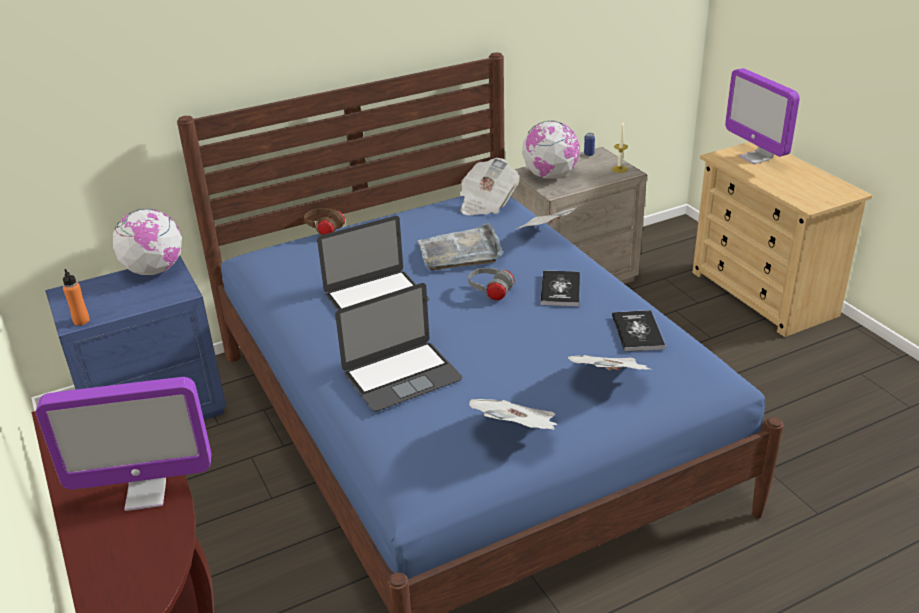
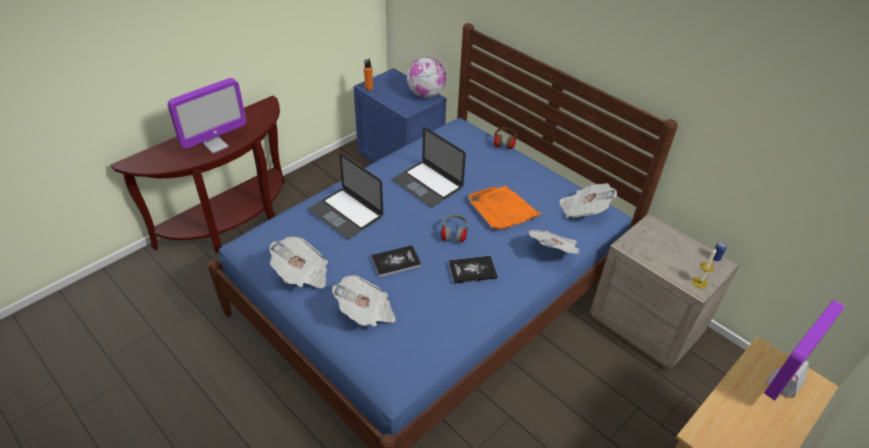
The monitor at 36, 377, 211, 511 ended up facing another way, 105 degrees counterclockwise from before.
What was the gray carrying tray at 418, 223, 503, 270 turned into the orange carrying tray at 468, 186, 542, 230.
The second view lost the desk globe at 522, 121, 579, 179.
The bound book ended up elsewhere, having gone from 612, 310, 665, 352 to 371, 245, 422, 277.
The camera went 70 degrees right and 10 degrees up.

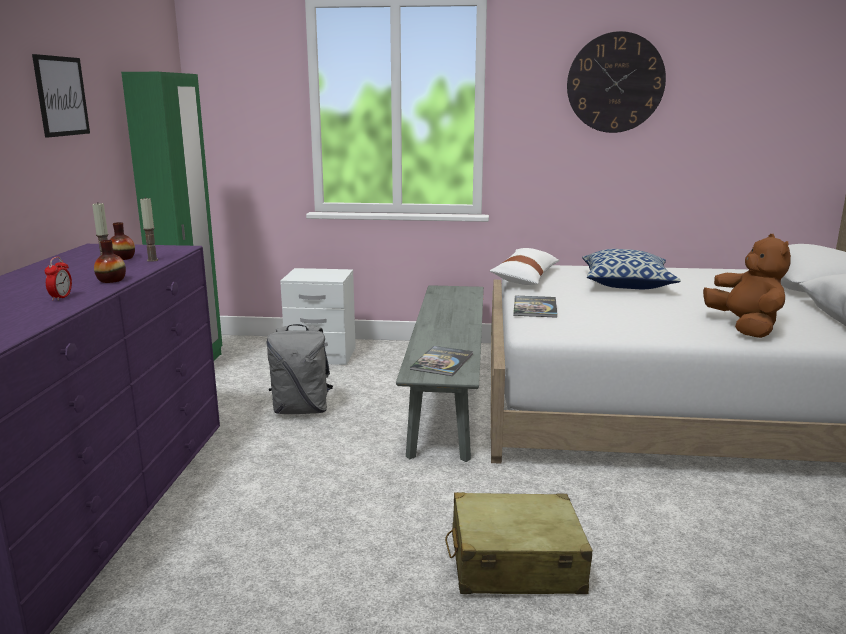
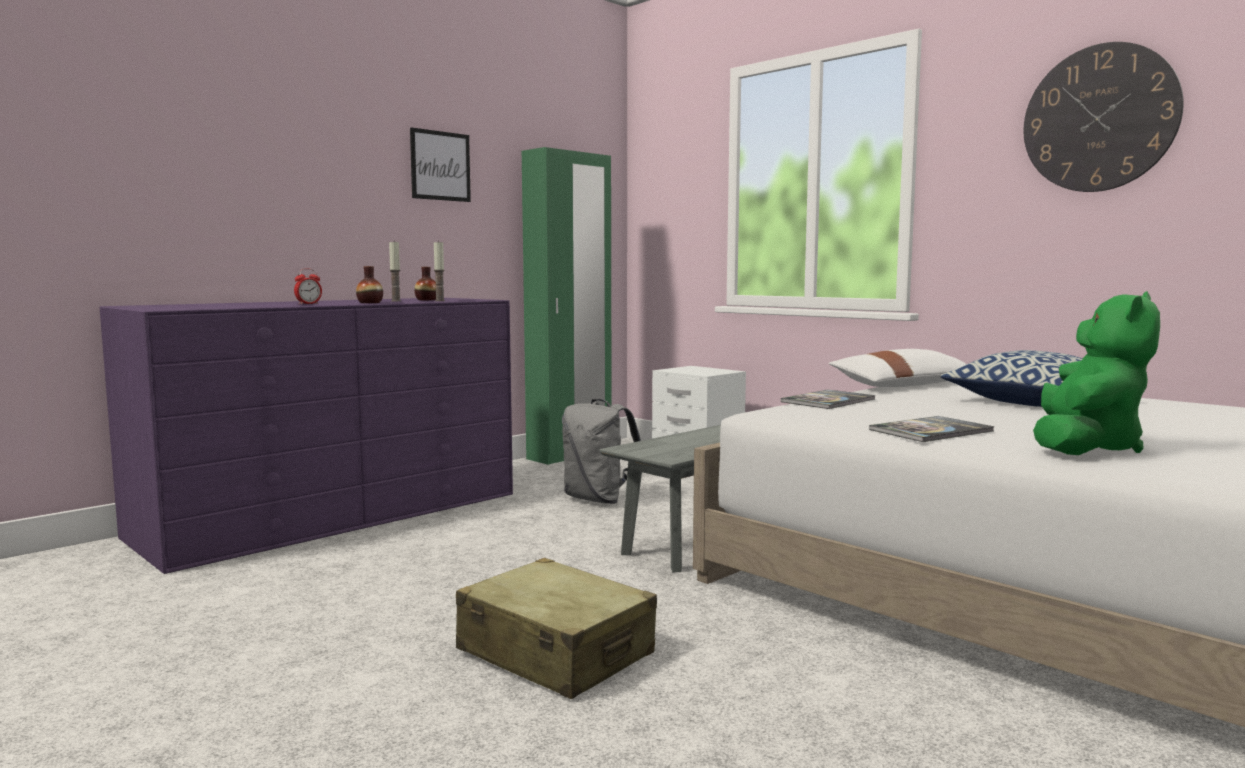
The bound book ended up elsewhere, having gone from 410, 346, 473, 376 to 869, 416, 995, 442.
What was the brownish soft toy at 703, 234, 791, 338 turned into the green-coloured soft toy at 1033, 292, 1160, 455.
The camera went 40 degrees right and 10 degrees down.

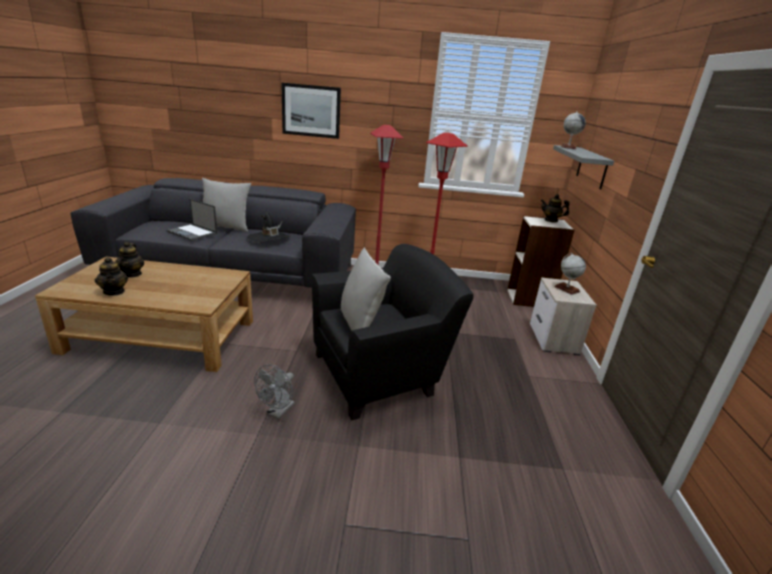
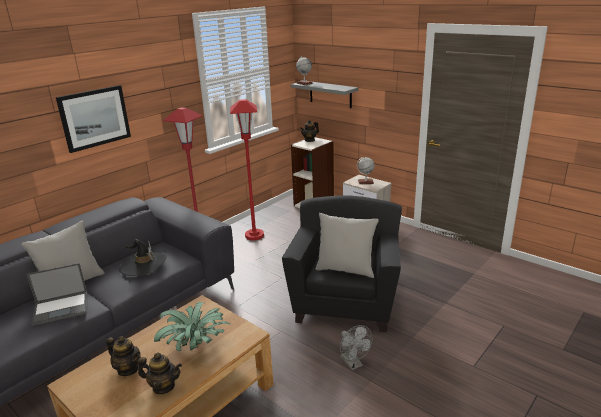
The second view gained the potted plant at 154, 302, 231, 351.
The camera went 50 degrees left and 0 degrees up.

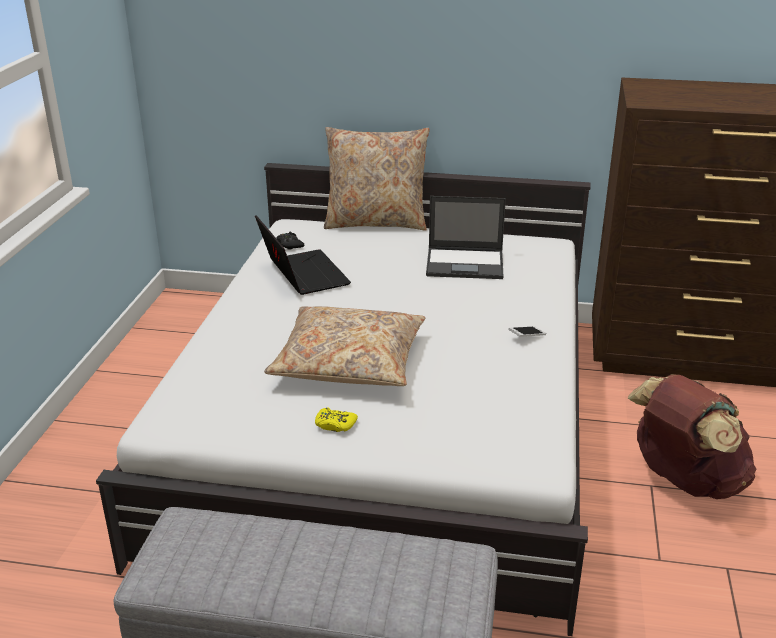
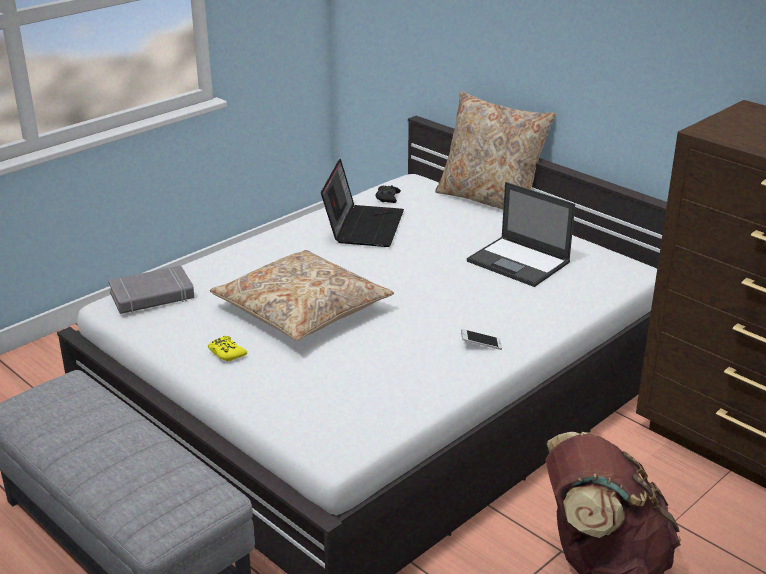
The second view gained the gray bound book at 108, 265, 195, 314.
The camera went 35 degrees right and 0 degrees up.

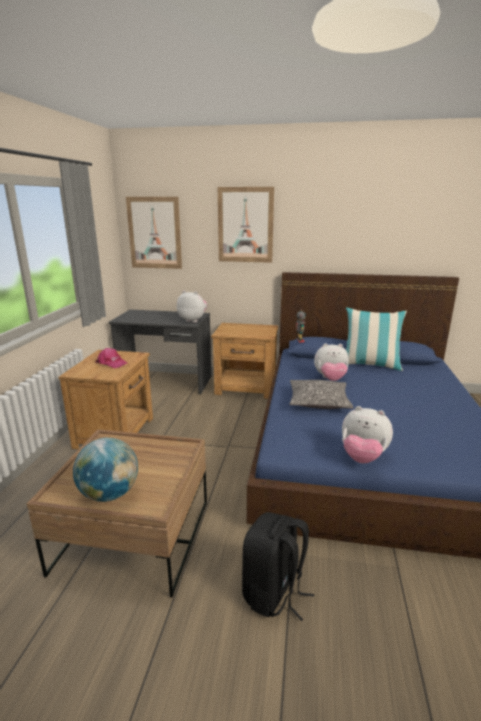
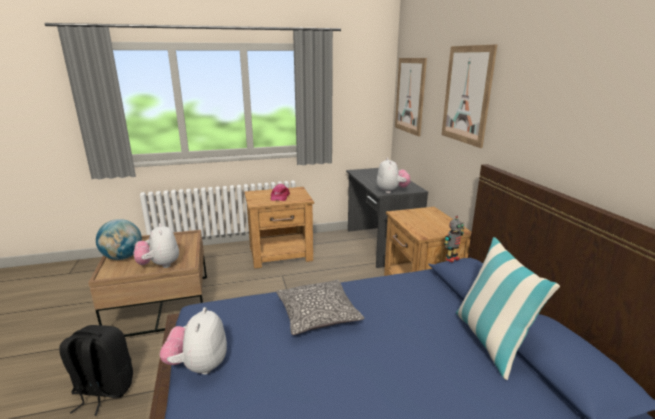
The soft toy ended up elsewhere, having gone from 314, 343, 349, 381 to 134, 223, 179, 268.
The camera went 65 degrees right and 0 degrees up.

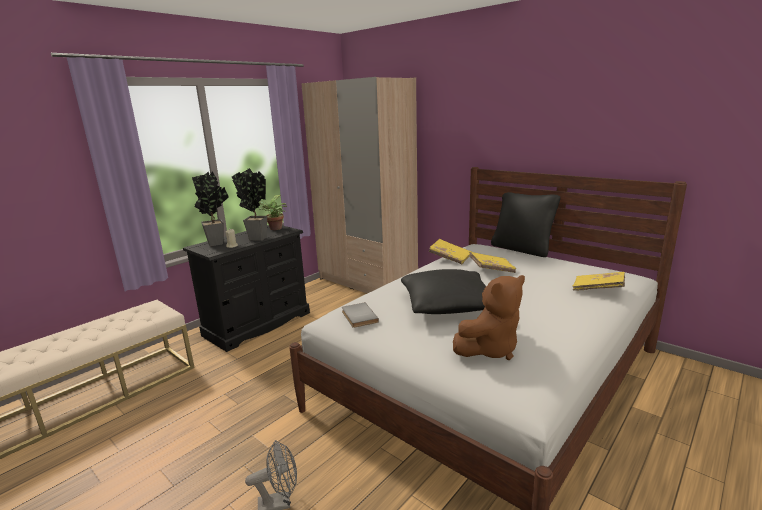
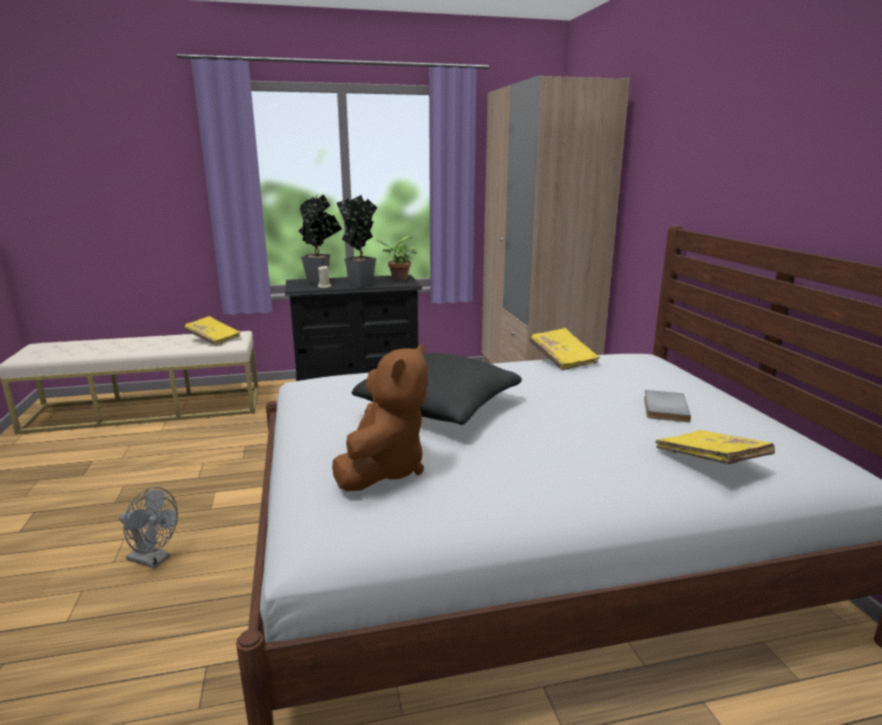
The gray bound book ended up elsewhere, having gone from 342, 302, 379, 328 to 644, 390, 691, 422.
The brownish soft toy at 453, 275, 525, 360 ended up facing another way, 75 degrees counterclockwise from before.
The yellowish bound book ended up elsewhere, having gone from 469, 252, 516, 273 to 184, 316, 241, 345.
The second view lost the black pillow at 491, 192, 560, 257.
The camera went 35 degrees right and 0 degrees up.

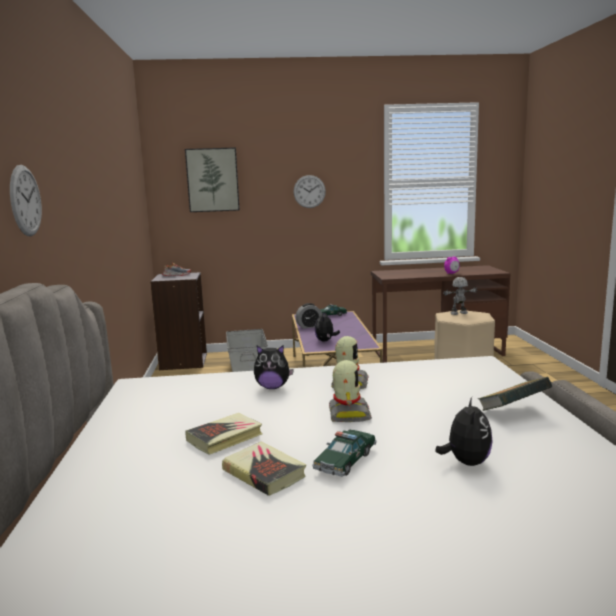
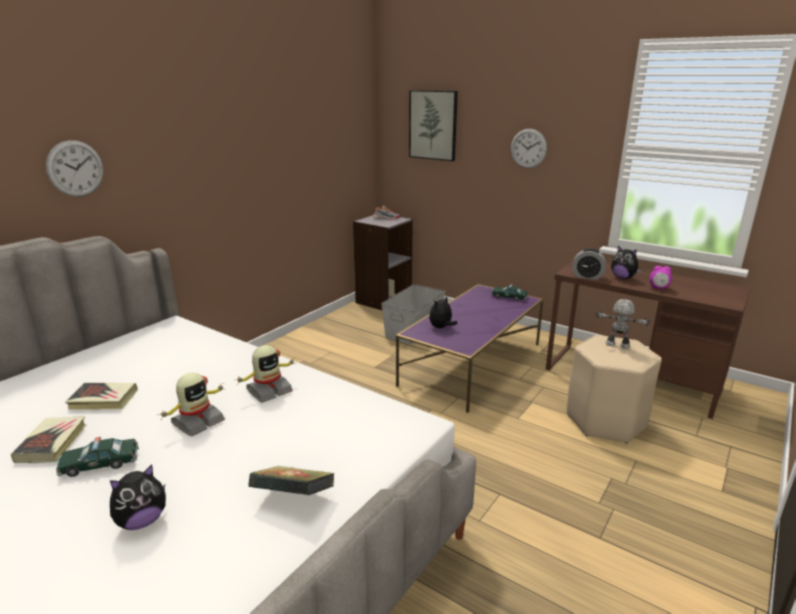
The soft toy ended up elsewhere, having gone from 254, 345, 294, 389 to 611, 246, 642, 279.
The bedside clock ended up elsewhere, having gone from 296, 303, 322, 329 to 572, 248, 606, 280.
The camera went 40 degrees right and 10 degrees up.

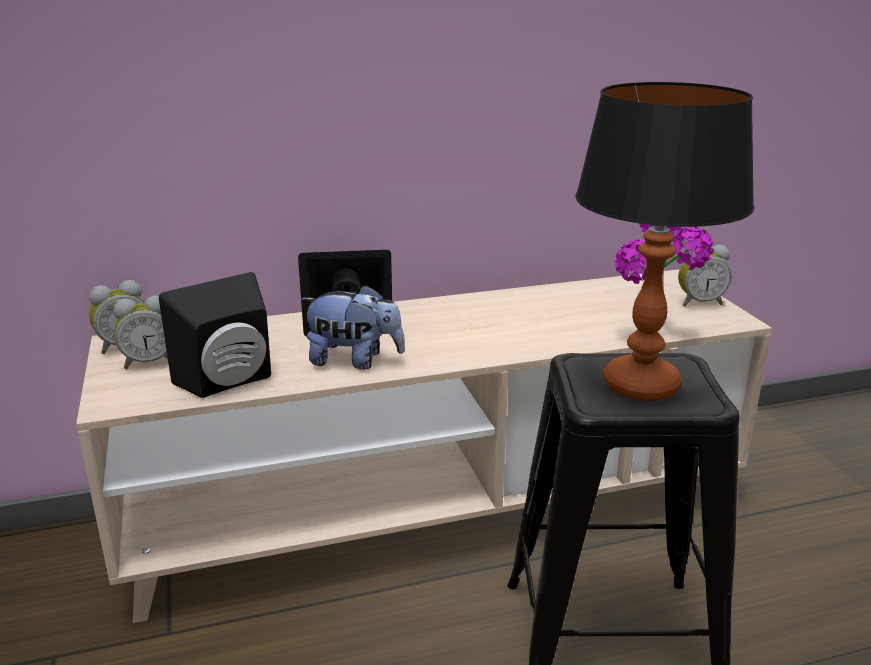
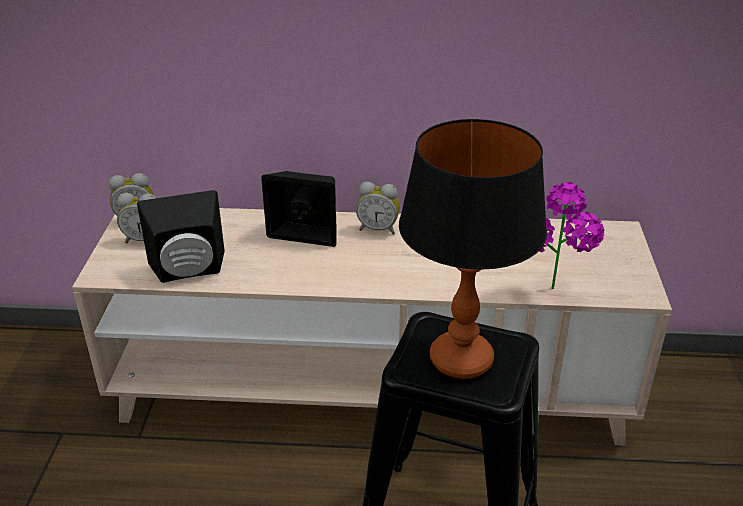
The second view lost the soft toy at 301, 284, 405, 370.
The bedside clock ended up elsewhere, having gone from 678, 245, 732, 307 to 356, 182, 400, 235.
The camera went 20 degrees right and 10 degrees up.

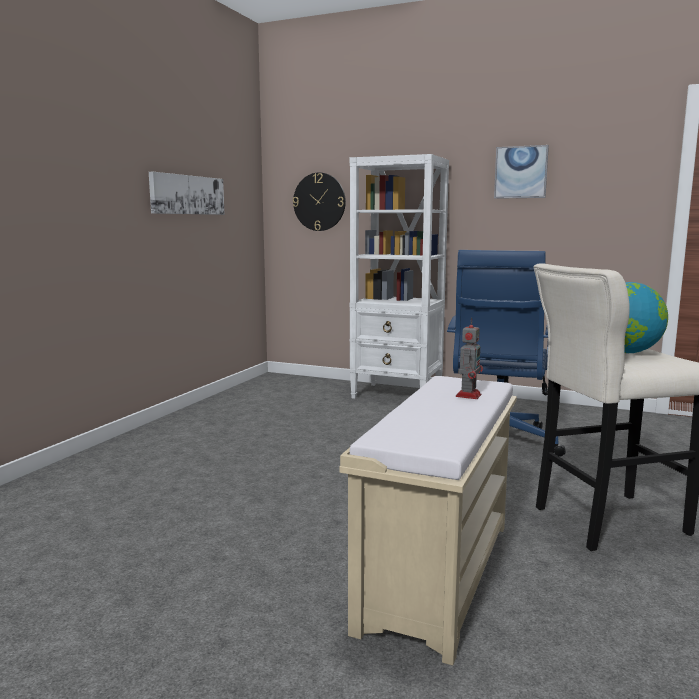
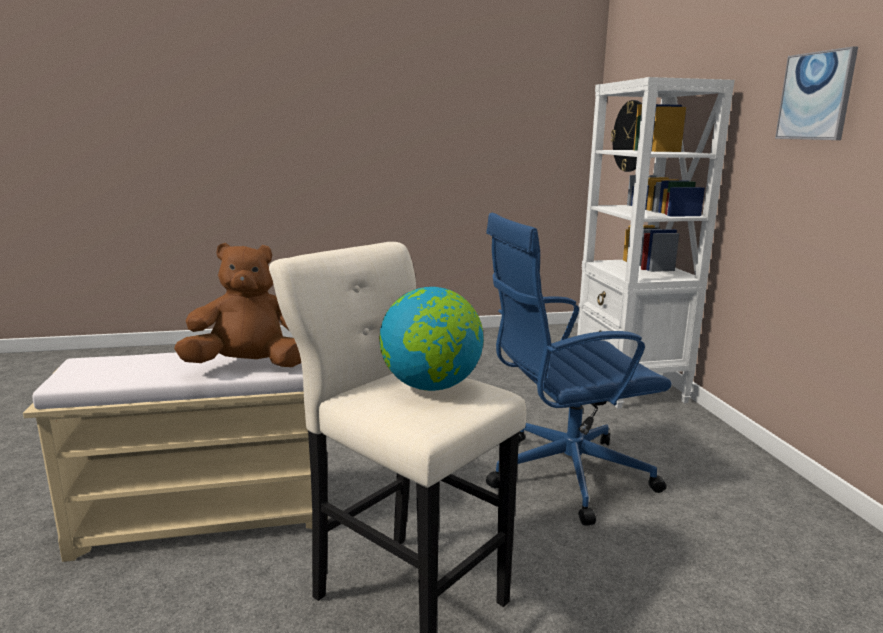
The second view lost the wall picture at 149, 172, 225, 215.
Where the robot figure stood at 456, 318, 483, 399, the brownish soft toy came to stand at 174, 243, 301, 367.
The camera went 55 degrees right and 5 degrees up.

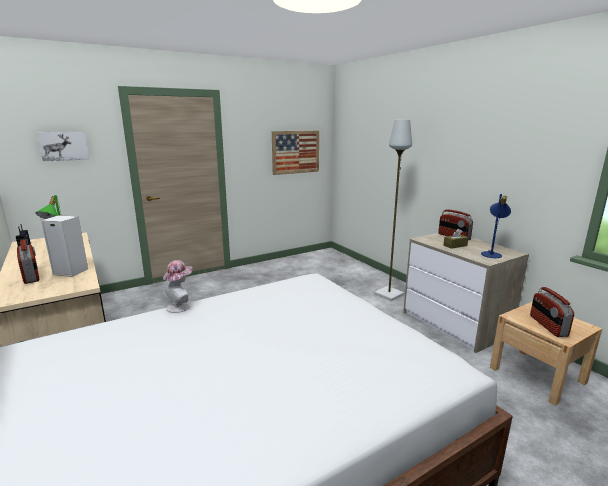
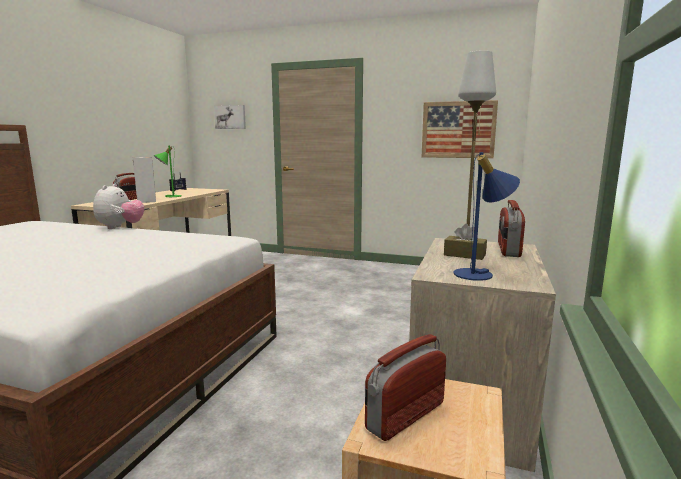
Where the clothing hat stood at 163, 260, 192, 313, the soft toy came to stand at 93, 184, 144, 229.
The camera went 50 degrees right and 5 degrees down.

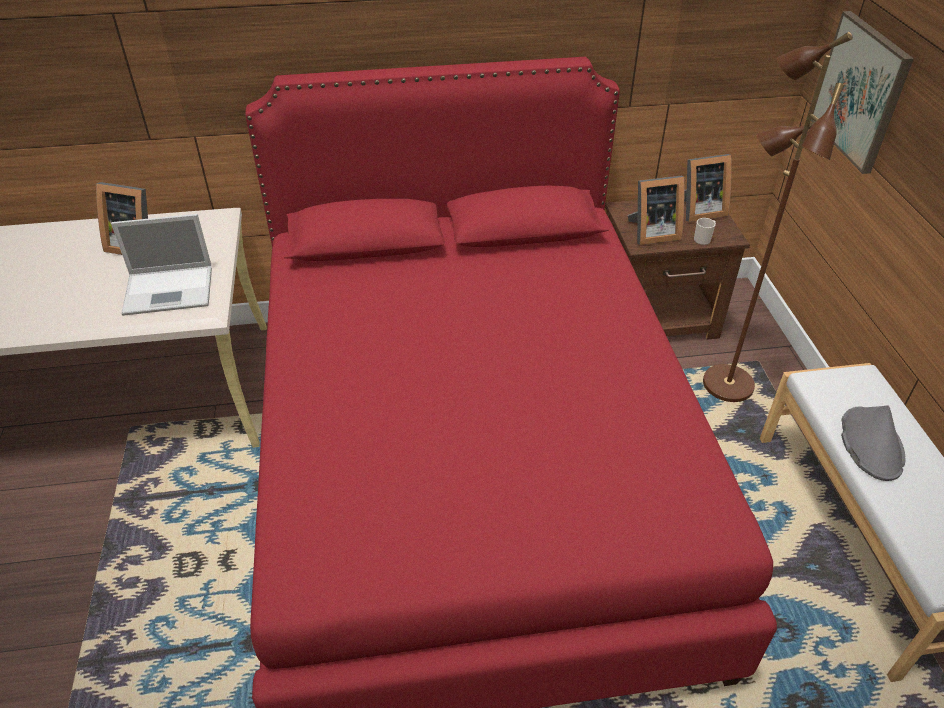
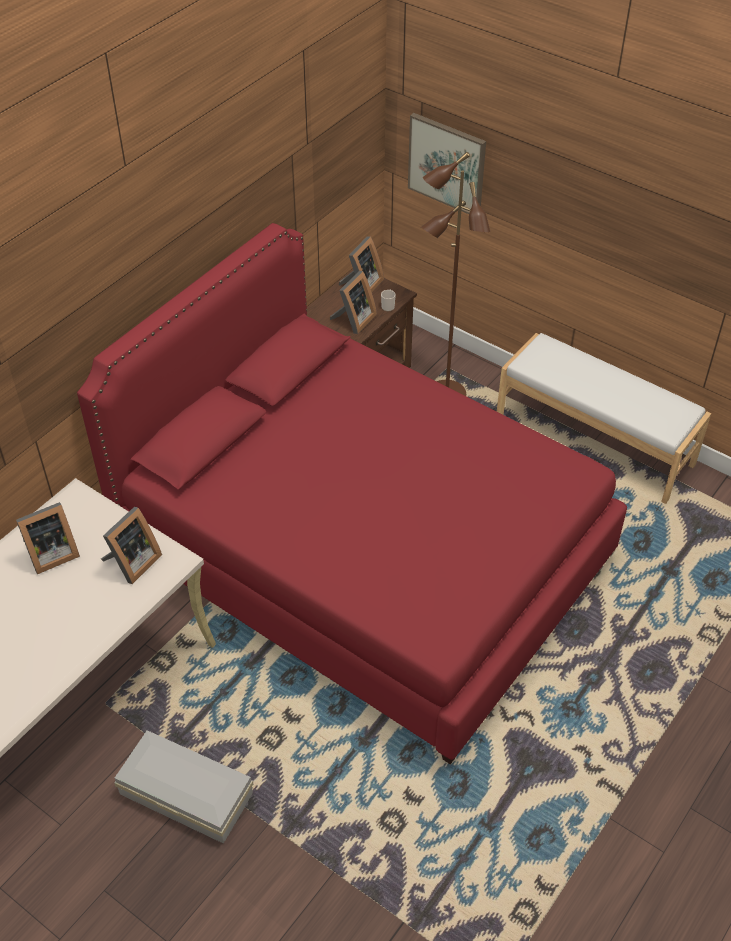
Where the notebook computer stood at 111, 214, 212, 316, the picture frame came to stand at 101, 507, 162, 584.
The second view lost the gray clothing hat at 841, 405, 905, 481.
The second view gained the white storage box at 114, 730, 253, 844.
The camera went 45 degrees left and 5 degrees up.

